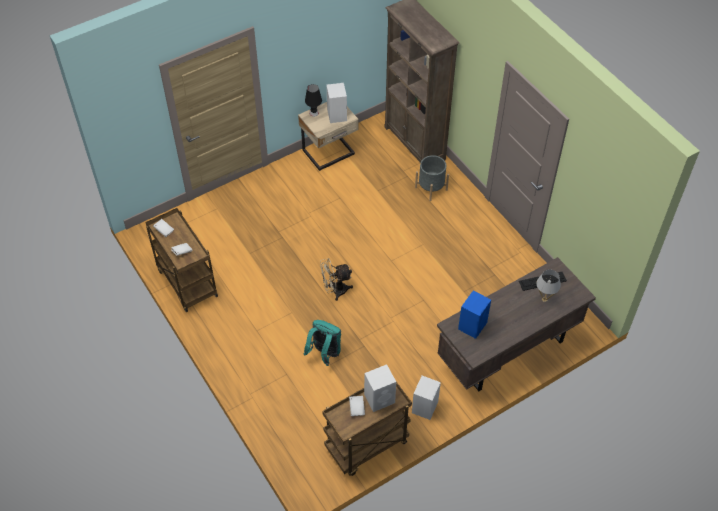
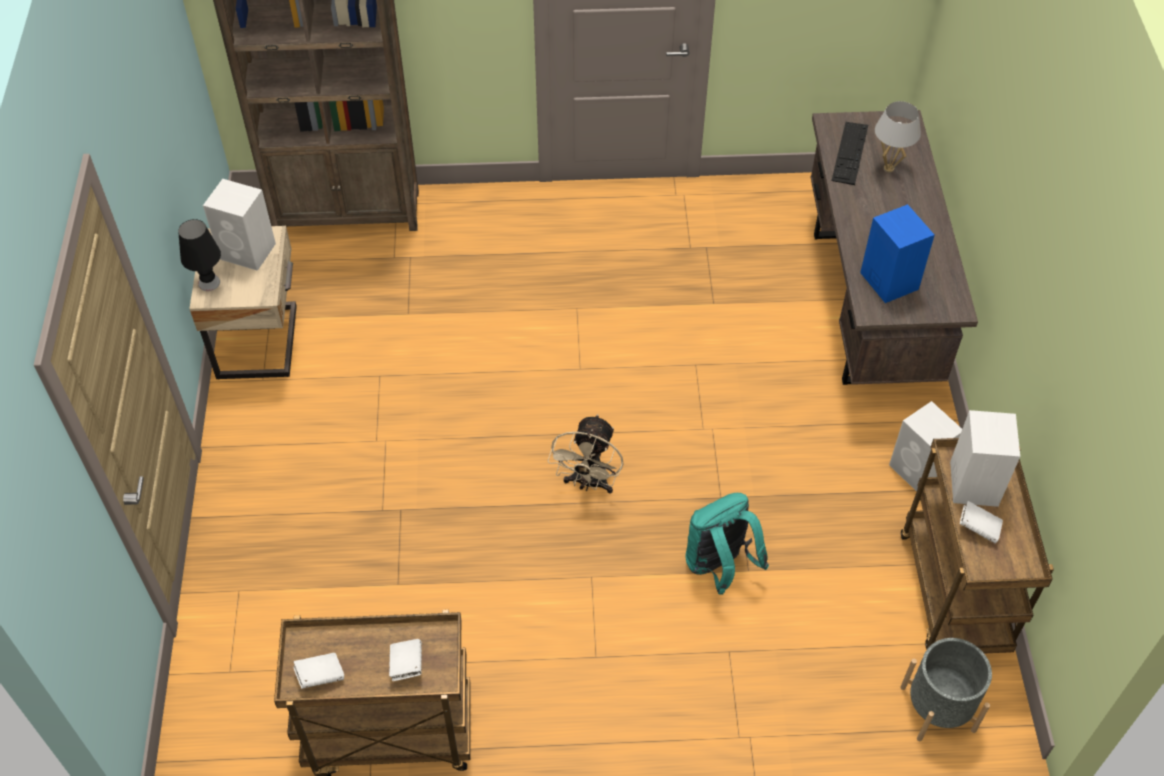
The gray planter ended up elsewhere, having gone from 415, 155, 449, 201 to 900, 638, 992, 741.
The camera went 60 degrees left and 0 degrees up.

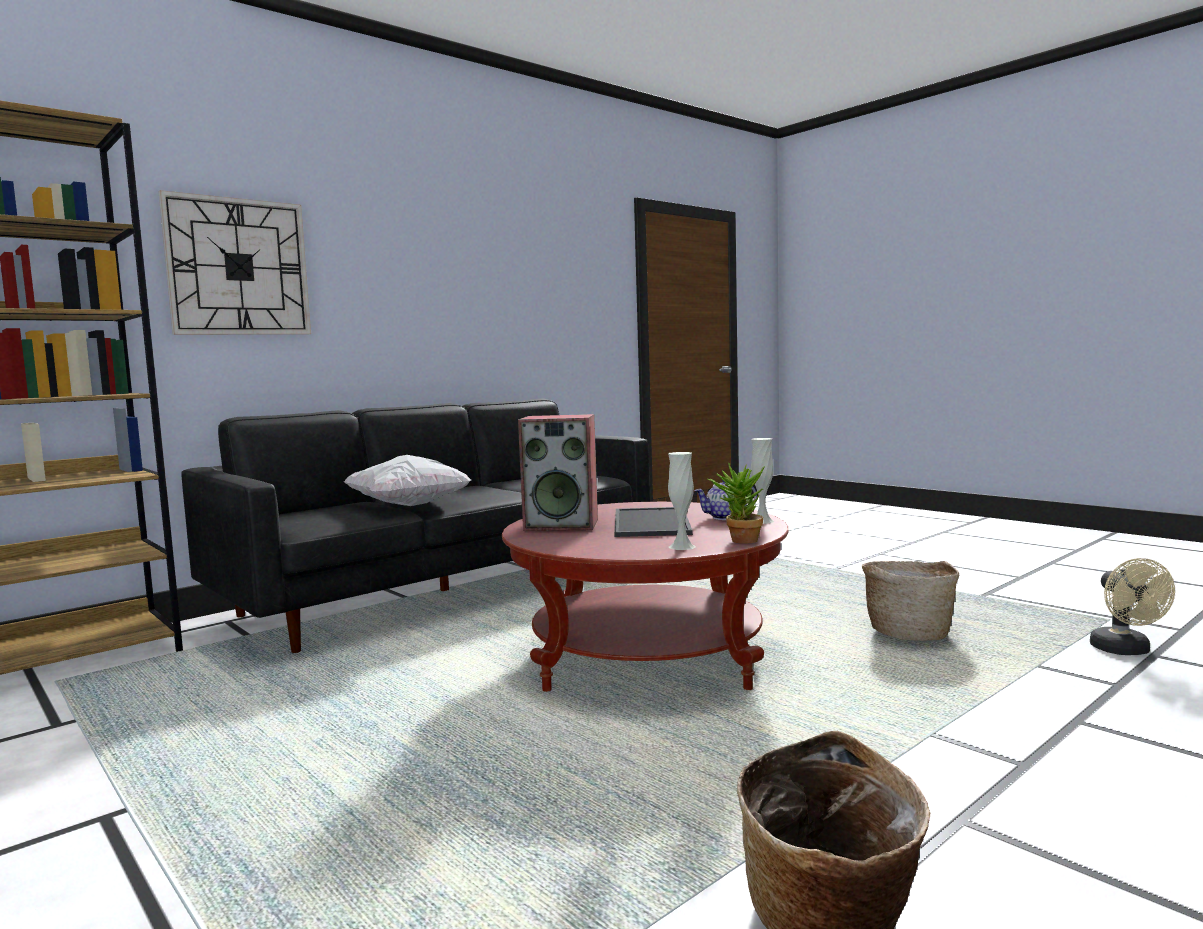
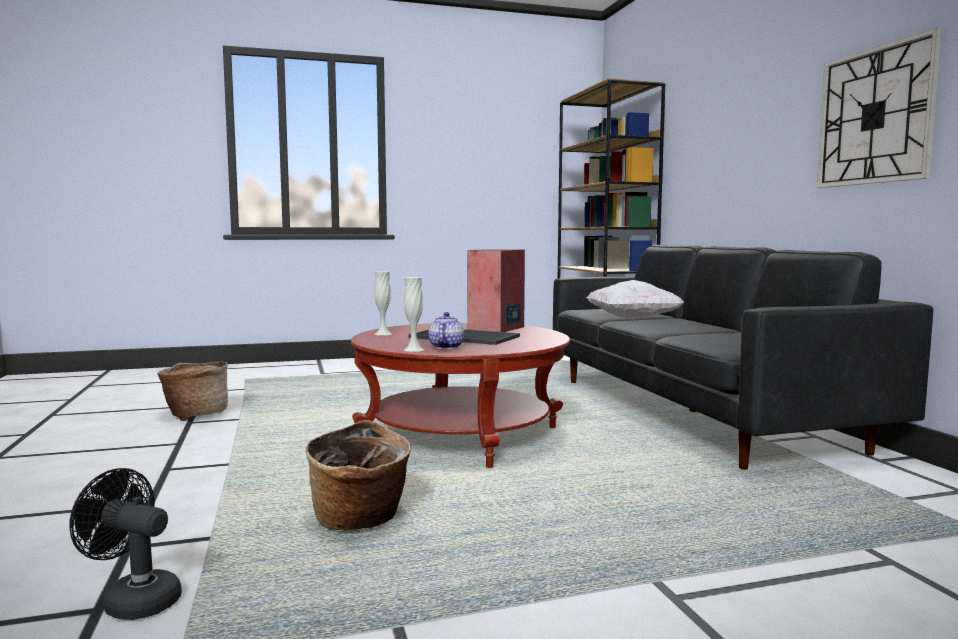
The clock on the wall ended up elsewhere, having gone from 158, 190, 311, 335 to 817, 28, 942, 188.
The second view lost the potted plant at 707, 462, 765, 544.
What was the beige fan at 1090, 558, 1175, 655 turned into the black fan at 69, 468, 182, 620.
The camera went 115 degrees right and 0 degrees up.

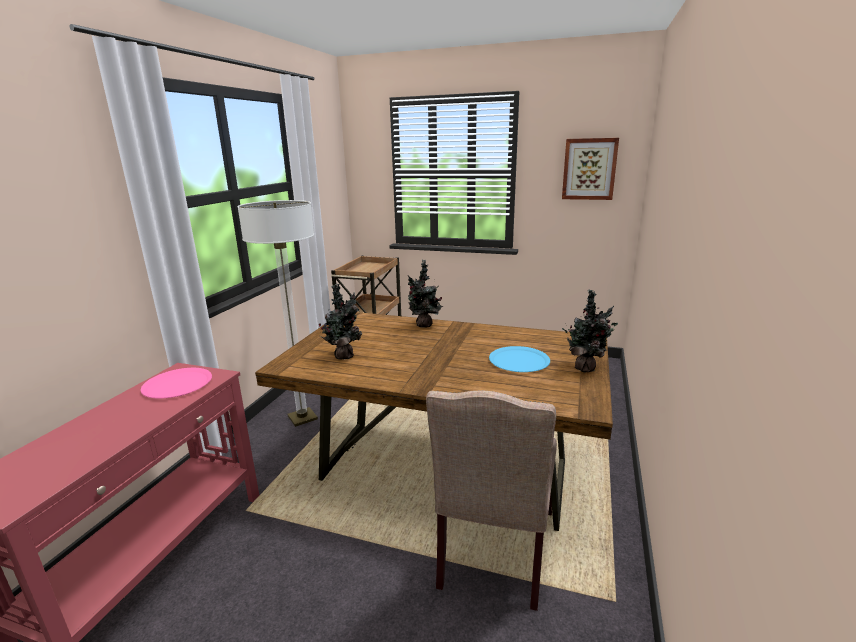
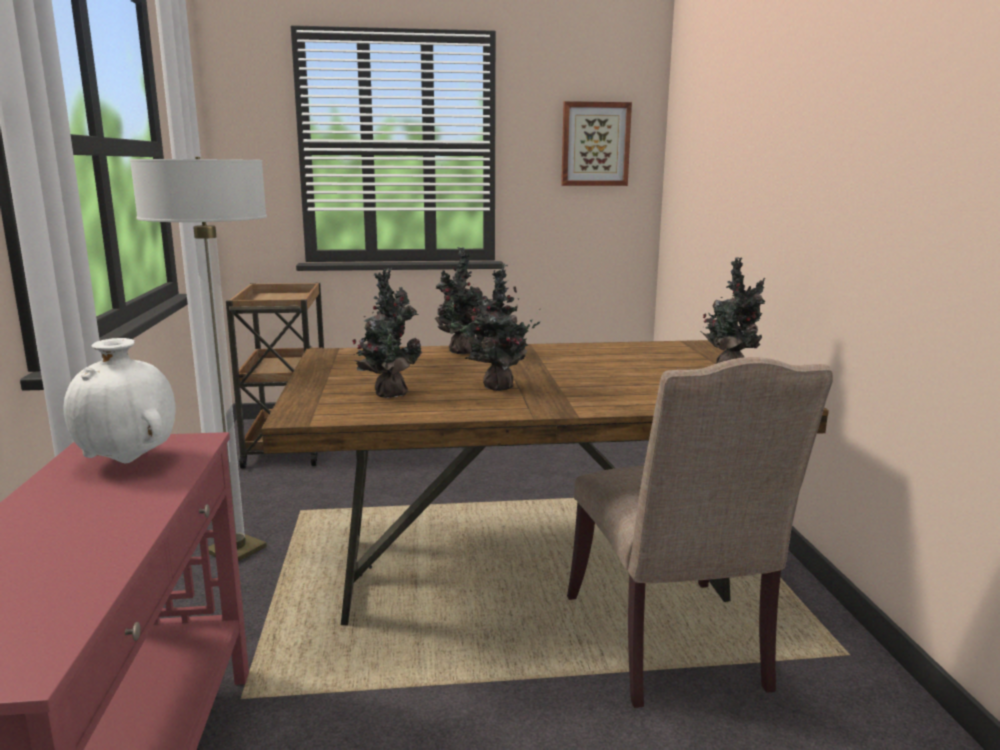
Where the pinkish flat dish stood at 141, 368, 212, 398, the white vase came to stand at 64, 338, 176, 463.
The second view lost the blue flat dish at 489, 346, 550, 372.
The second view gained the potted plant at 451, 263, 541, 391.
The camera went 25 degrees left and 5 degrees down.

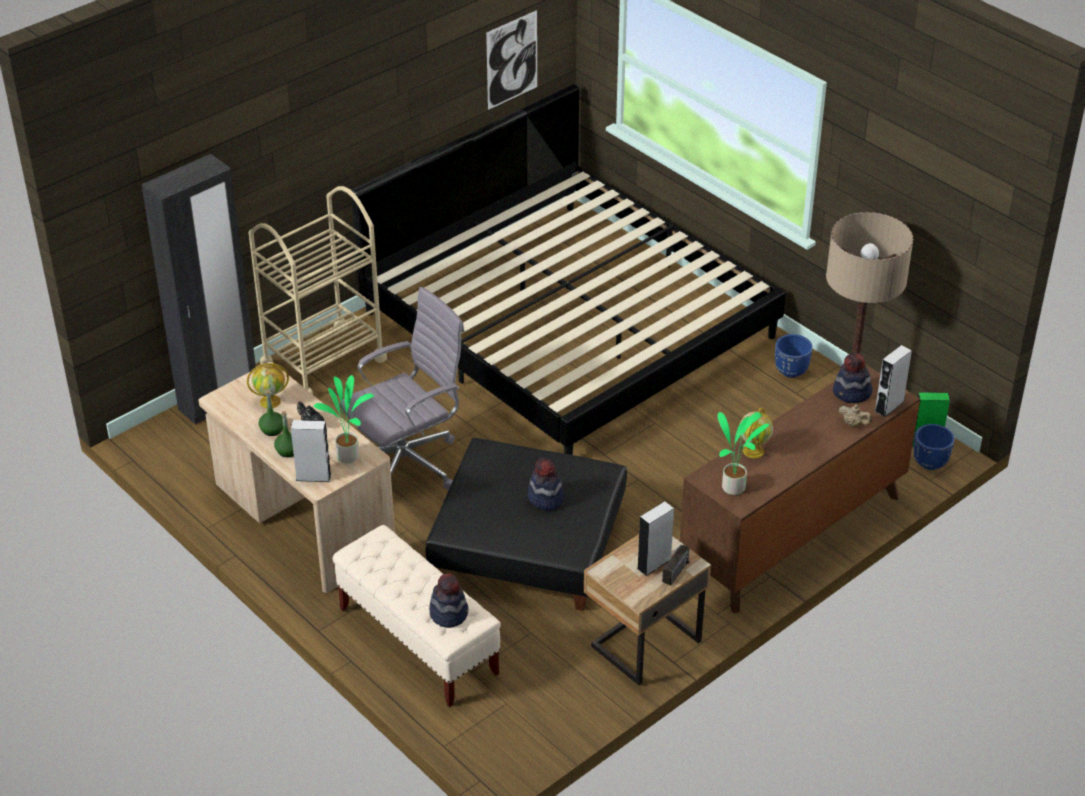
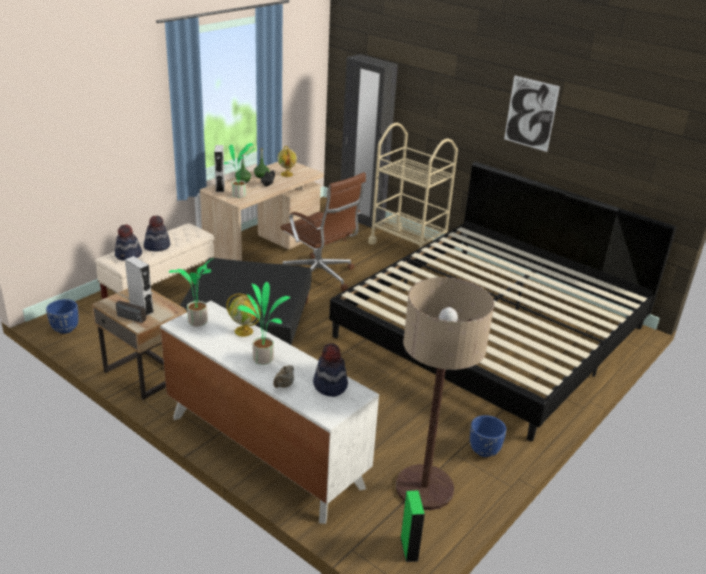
What was the gray office chair at 340, 287, 464, 490 turned into the brownish office chair at 281, 172, 366, 291.
The wall picture ended up elsewhere, having gone from 486, 10, 537, 110 to 504, 75, 560, 152.
The clothing hat ended up elsewhere, having gone from 528, 458, 564, 510 to 144, 216, 170, 252.
What was the brownish chest of drawers at 680, 365, 920, 613 turned into the white chest of drawers at 160, 301, 379, 524.
The second view lost the gray speaker at 874, 345, 912, 417.
The blue planter ended up elsewhere, having gone from 914, 424, 954, 470 to 46, 299, 78, 334.
The second view gained the potted plant at 238, 282, 290, 365.
The camera went 80 degrees right and 10 degrees down.

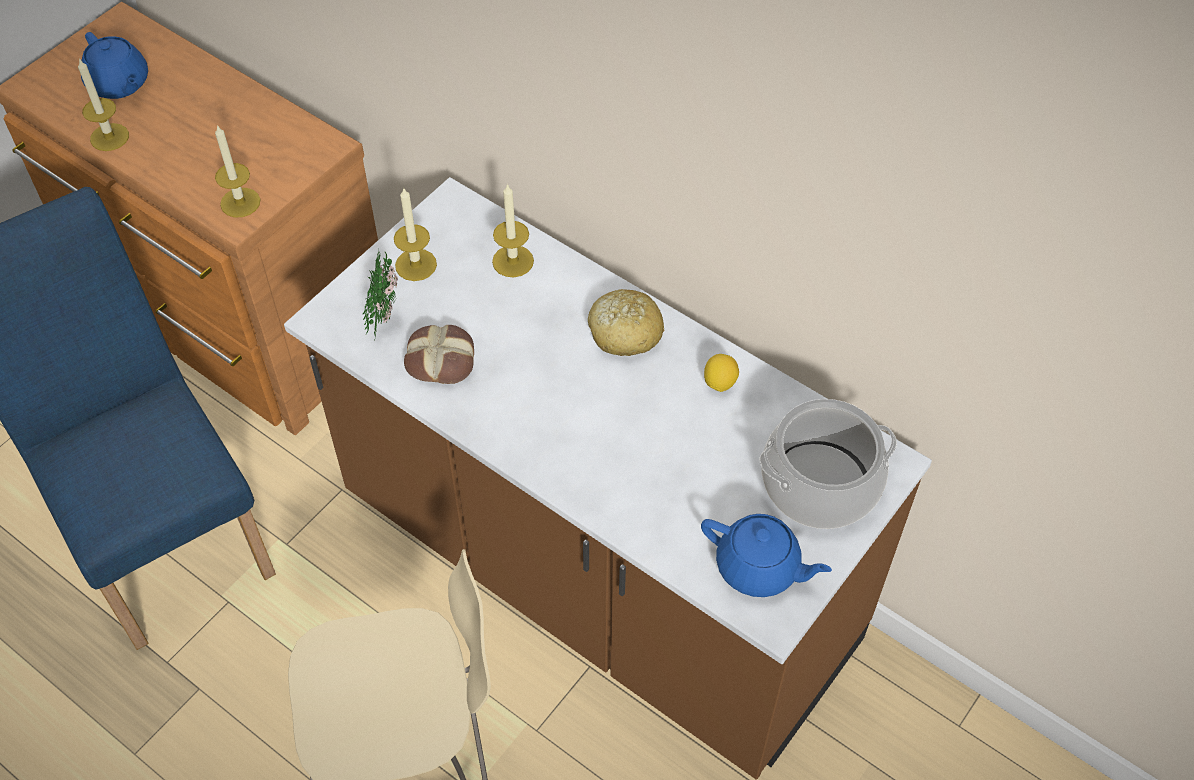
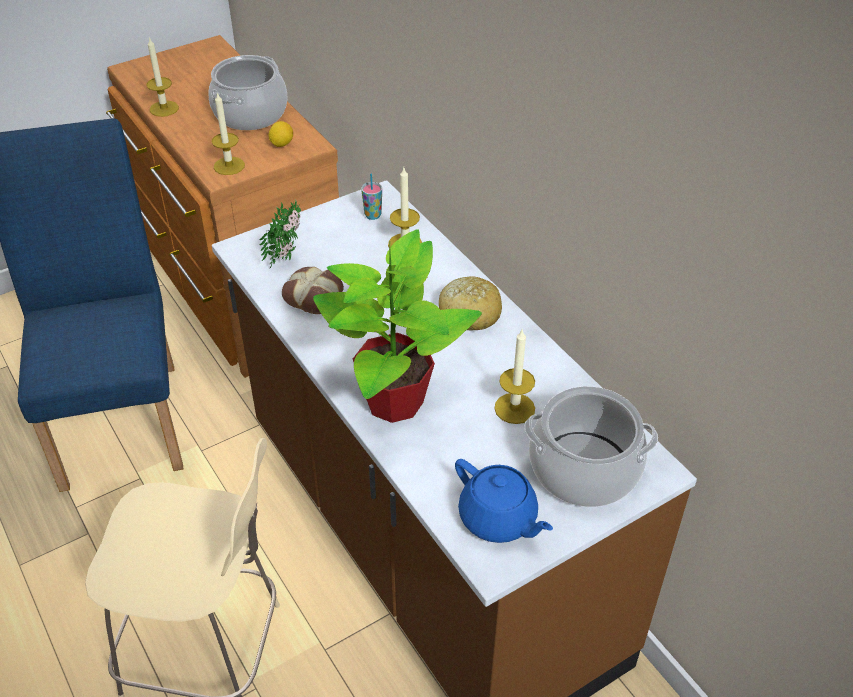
The second view lost the blue pot for tea at 81, 32, 148, 99.
The candle ended up elsewhere, having gone from 394, 187, 437, 281 to 494, 330, 535, 424.
The lemon ended up elsewhere, having gone from 704, 354, 739, 392 to 268, 121, 293, 147.
The second view gained the cooking pot at 208, 55, 288, 130.
The second view gained the potted plant at 313, 229, 482, 423.
The second view gained the cup at 361, 173, 382, 220.
The camera went 20 degrees right and 10 degrees down.

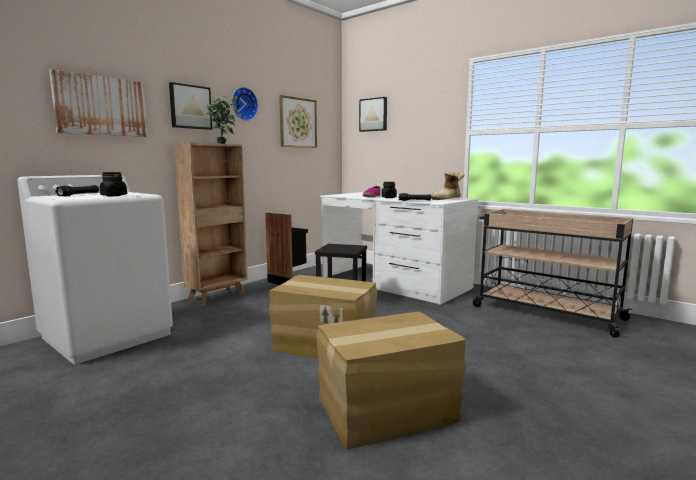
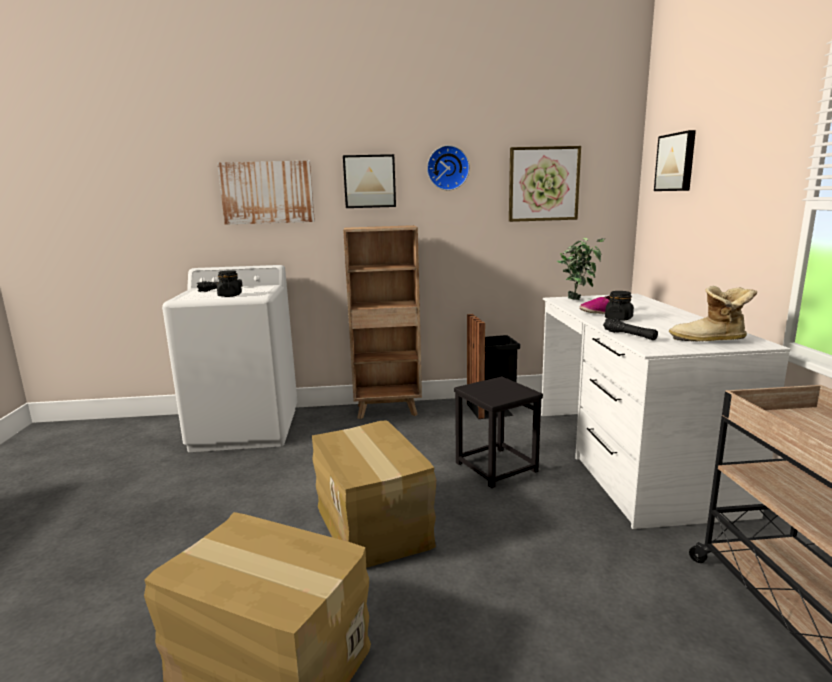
The potted plant ended up elsewhere, having gone from 205, 96, 238, 144 to 557, 238, 605, 300.
The camera went 45 degrees right and 5 degrees up.

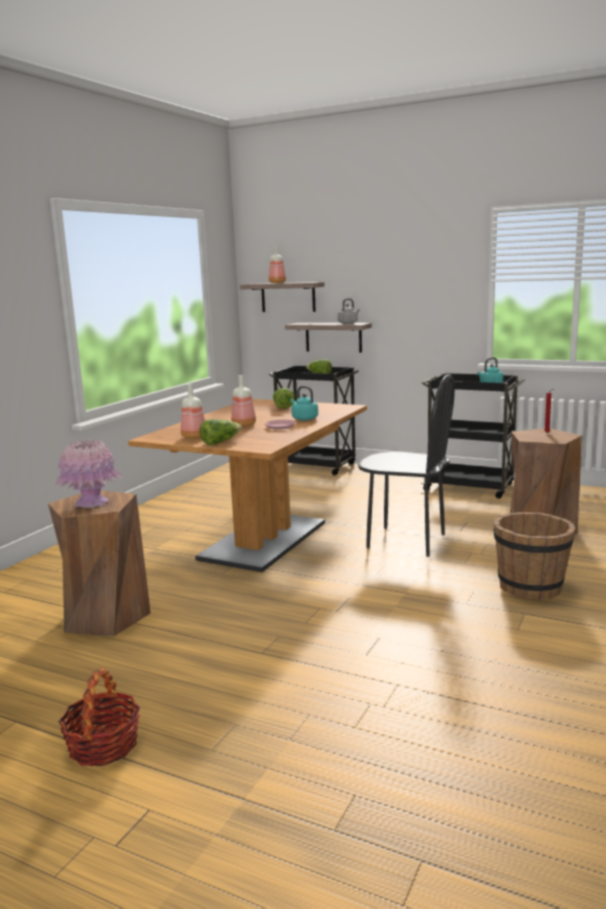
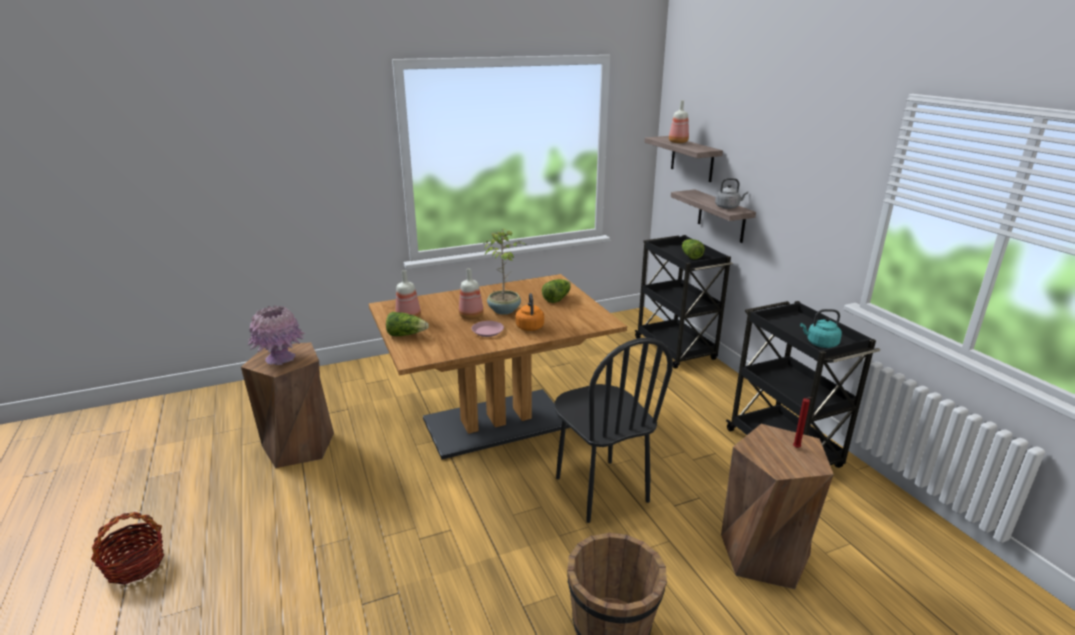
What was the blue-green water kettle at 291, 386, 318, 421 turned into the orange water kettle at 516, 293, 544, 331.
The second view gained the potted plant at 483, 229, 525, 315.
The camera went 40 degrees right and 10 degrees up.

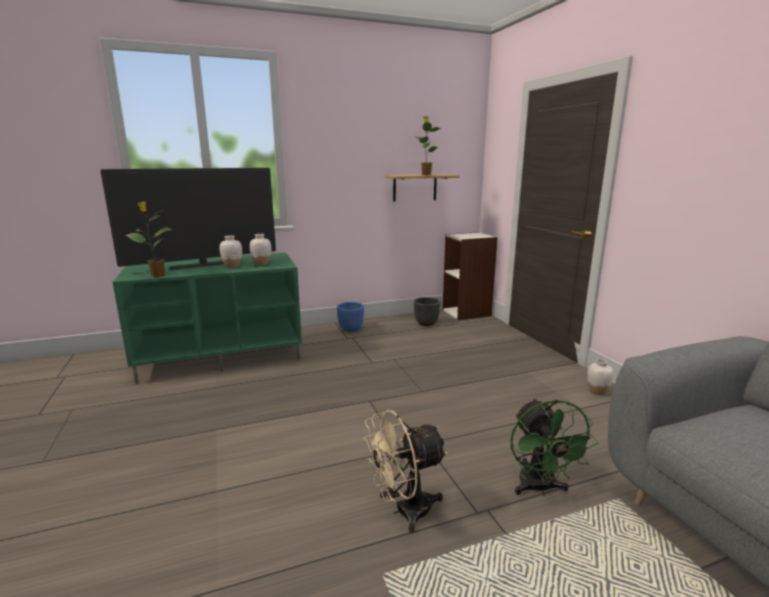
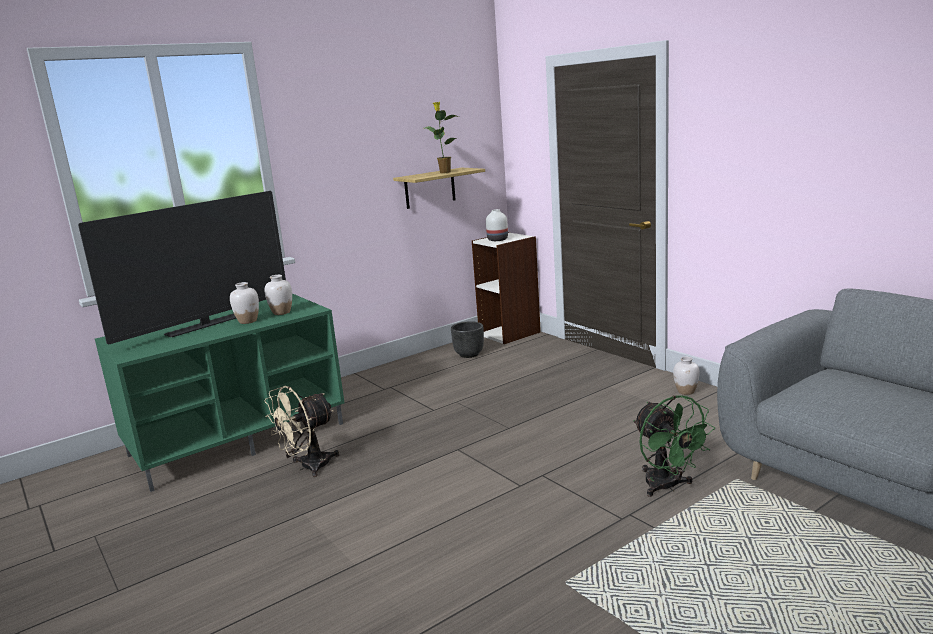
The second view lost the potted plant at 125, 202, 173, 277.
The second view lost the blue planter at 337, 302, 364, 332.
The beige fan ended up elsewhere, having gone from 363, 410, 447, 533 to 264, 386, 339, 477.
The second view gained the white vase at 486, 209, 508, 241.
The camera went 15 degrees left and 0 degrees up.

